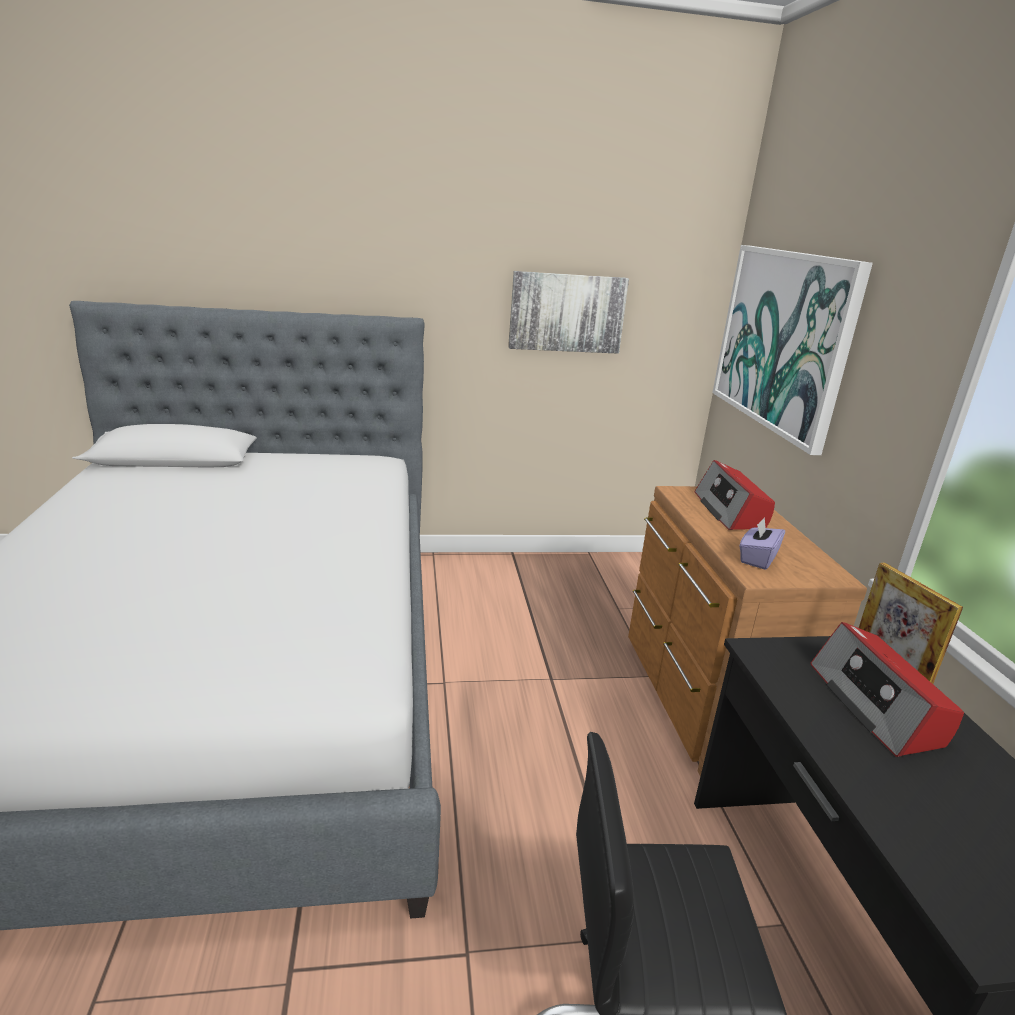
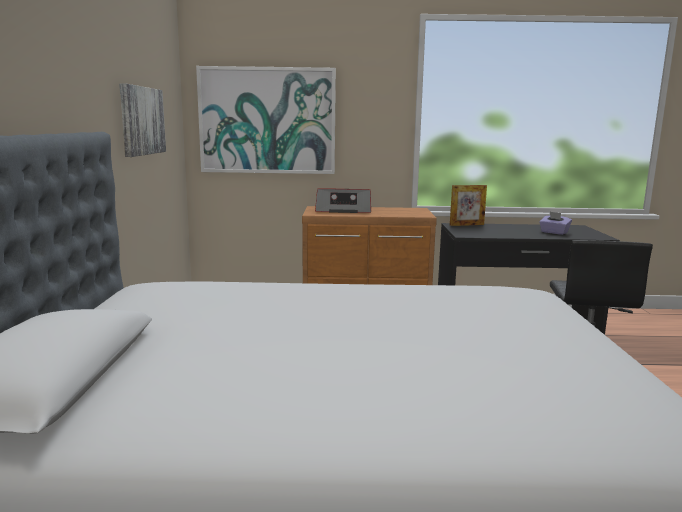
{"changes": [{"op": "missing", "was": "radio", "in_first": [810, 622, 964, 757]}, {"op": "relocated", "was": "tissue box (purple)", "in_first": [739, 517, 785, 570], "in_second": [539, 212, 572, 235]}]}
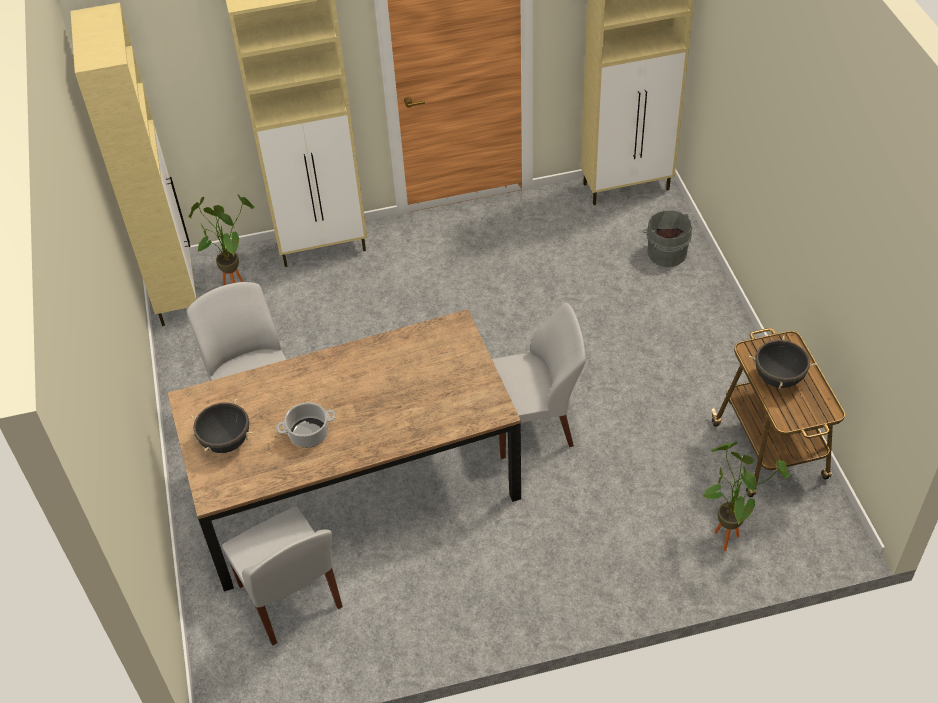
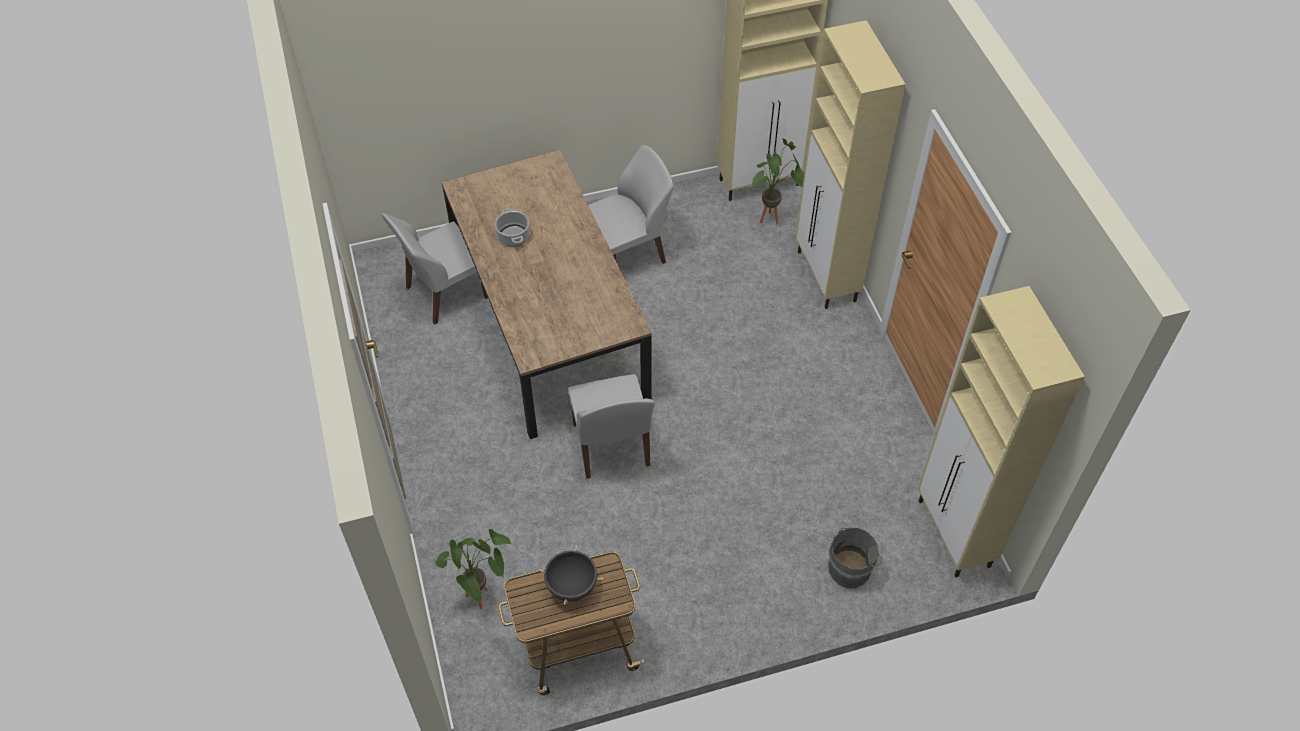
{"changes": [{"op": "missing", "was": "cooking pot (black)", "in_first": [190, 399, 252, 453]}]}
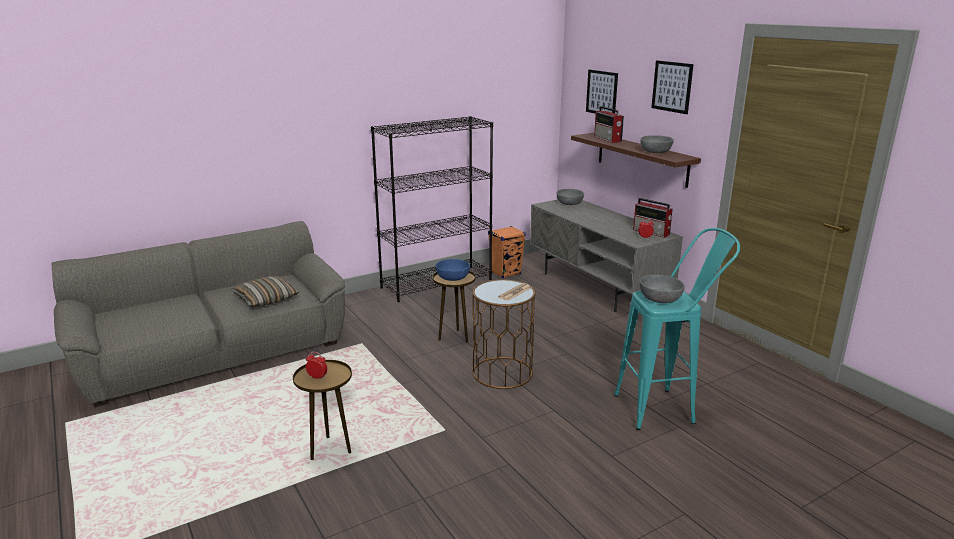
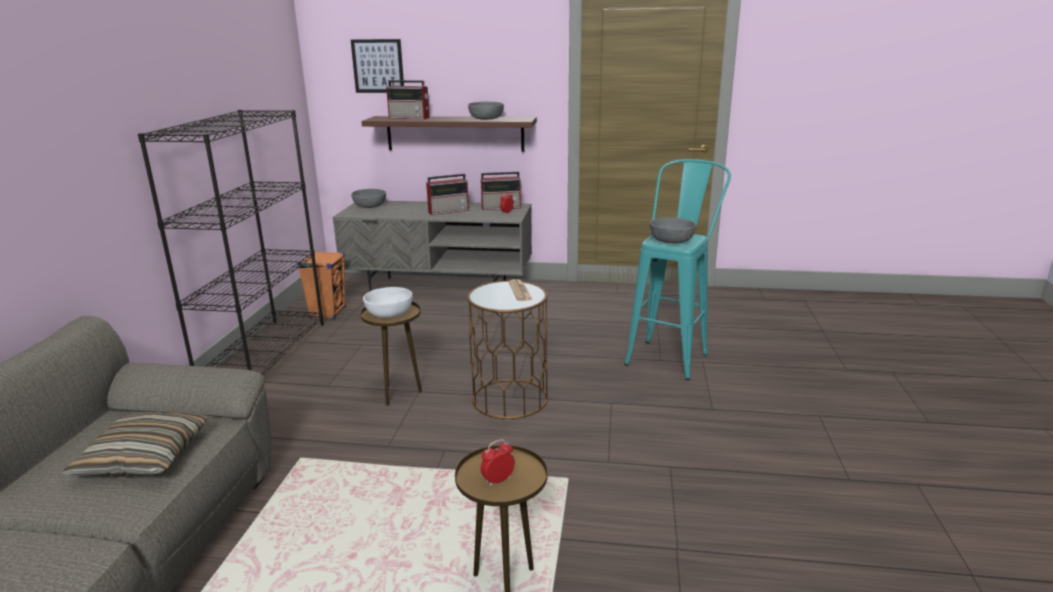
{"changes": [{"op": "missing", "was": "picture", "in_first": [651, 60, 694, 114]}, {"op": "appeared", "now": "radio", "in_second": [426, 174, 469, 215]}, {"op": "colour", "was": "bowl (blue)", "now": "bowl (white)", "in_first": [435, 259, 470, 281], "in_second": [363, 287, 413, 318]}]}
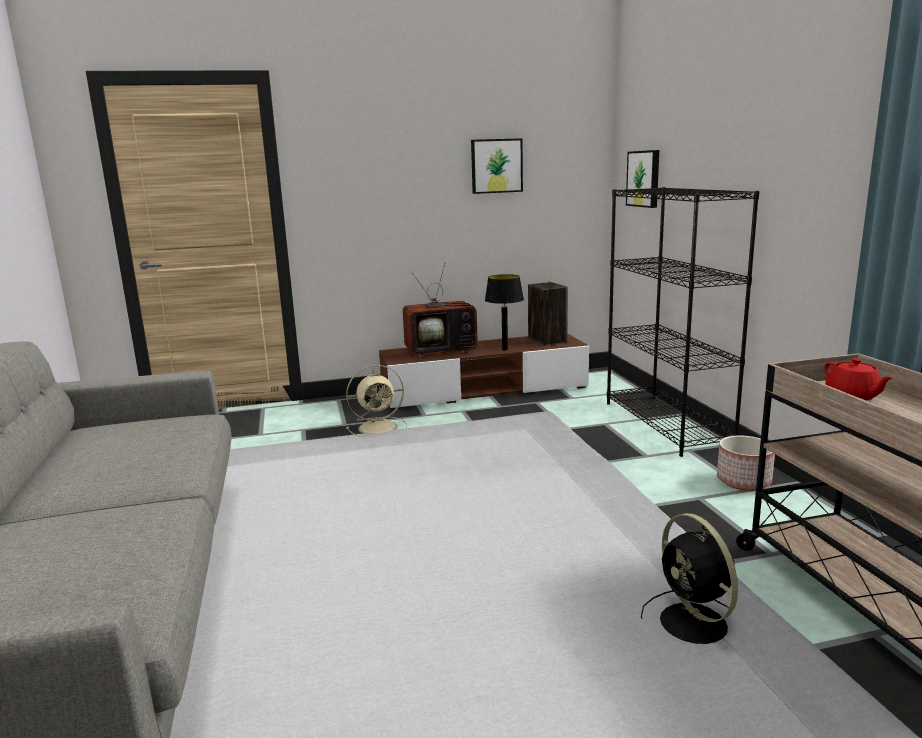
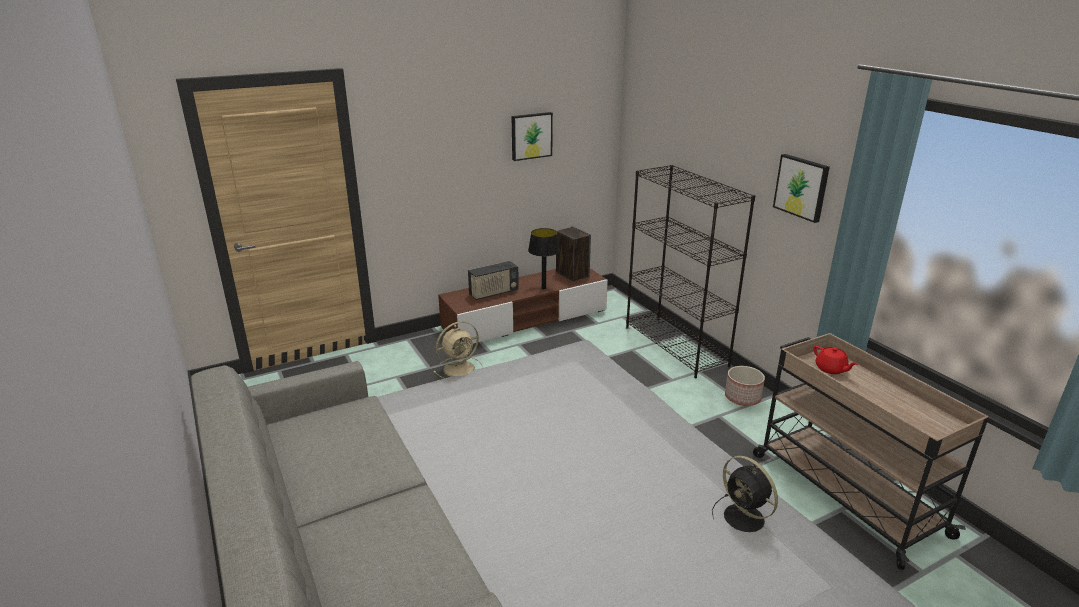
{"changes": [{"op": "relocated", "was": "picture", "in_first": [626, 150, 659, 208], "in_second": [773, 154, 830, 223]}, {"op": "exchanged", "was": "television", "now": "radio", "in_first": [403, 262, 483, 358], "in_second": [468, 261, 519, 300]}]}
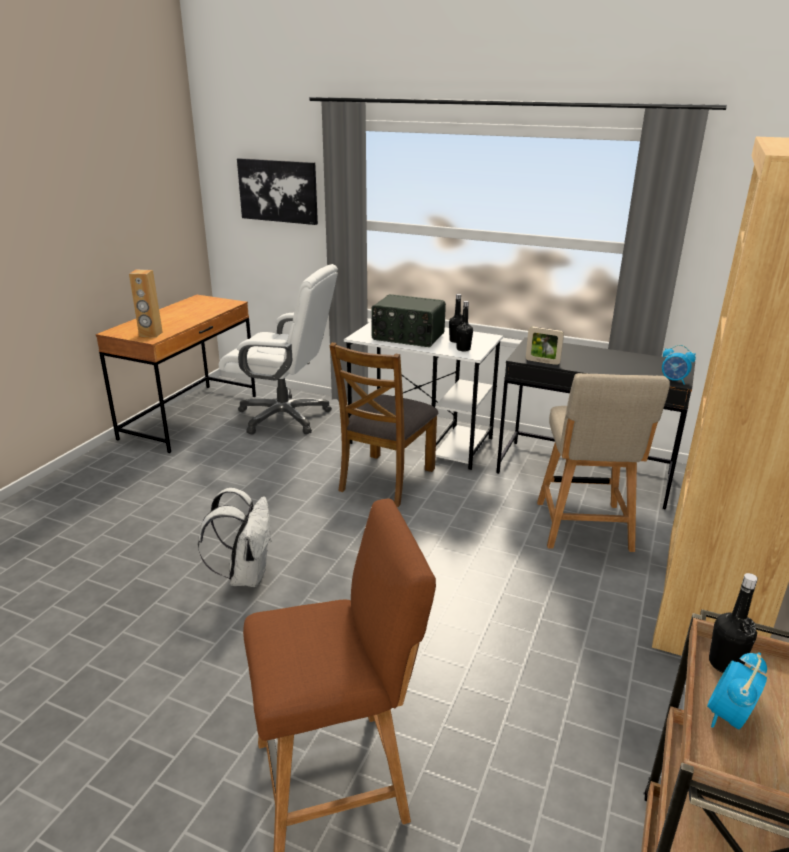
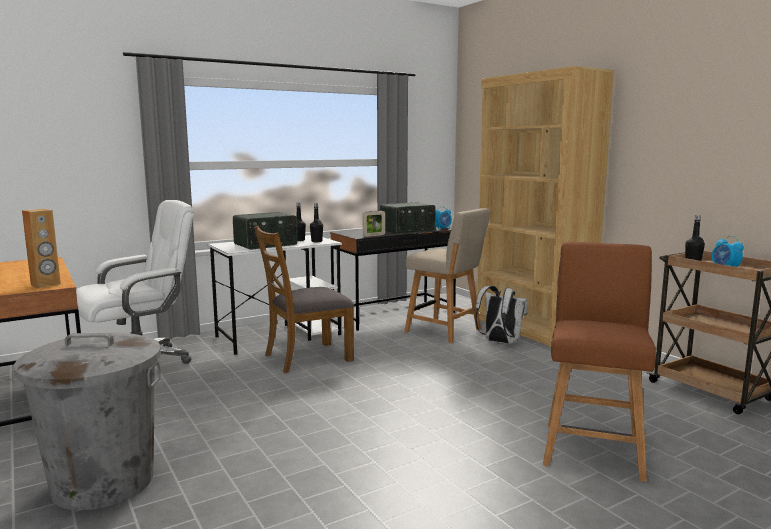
{"changes": [{"op": "missing", "was": "picture", "in_first": [237, 158, 318, 225]}, {"op": "appeared", "now": "trash can (grey)", "in_second": [14, 333, 161, 510]}, {"op": "appeared", "now": "radio", "in_second": [380, 202, 436, 234]}, {"op": "relocated", "was": "backpack (white)", "in_first": [198, 488, 272, 587], "in_second": [475, 285, 528, 344]}, {"op": "spun", "was": "chair (brown)", "in_first": [329, 342, 438, 507], "in_second": [254, 226, 354, 373], "clockwise": 90}]}
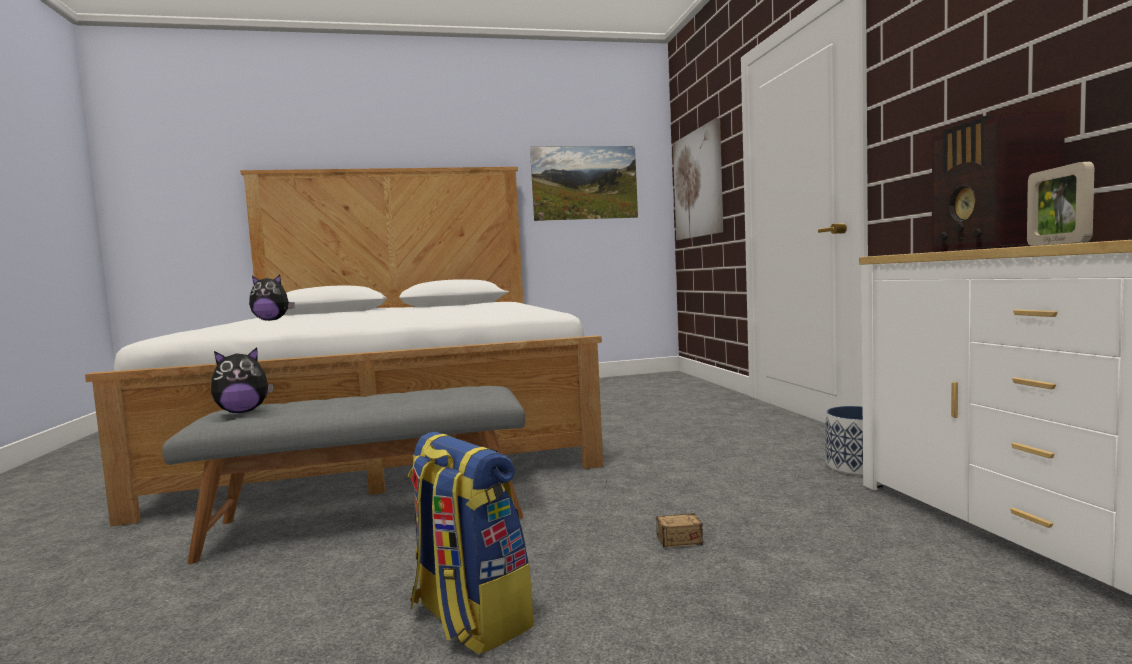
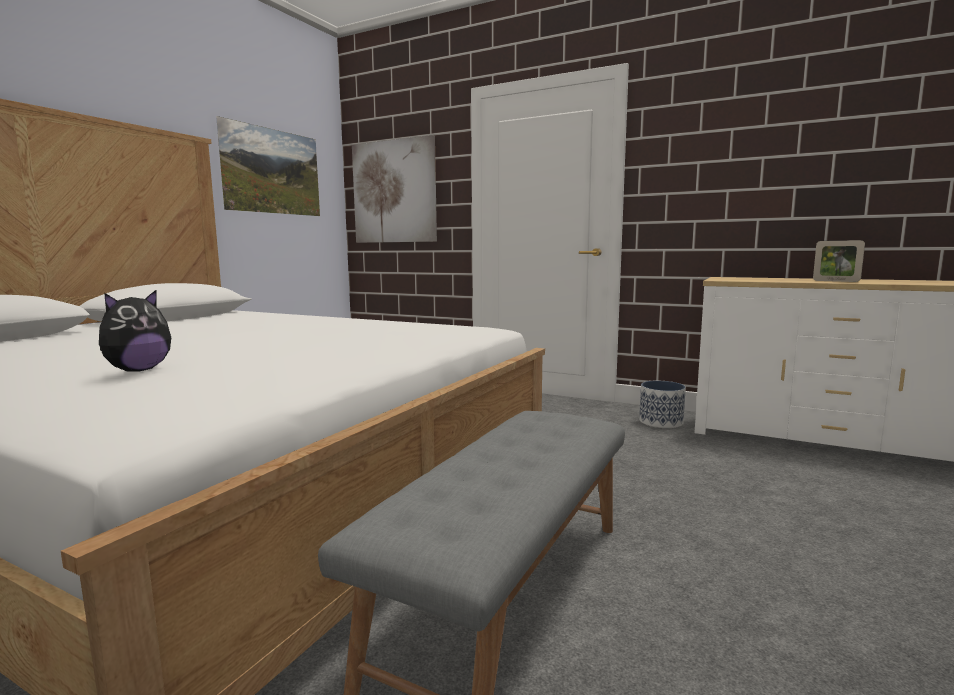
{"changes": [{"op": "missing", "was": "plush toy", "in_first": [211, 347, 273, 413]}, {"op": "missing", "was": "backpack", "in_first": [408, 432, 534, 654]}, {"op": "missing", "was": "storage box", "in_first": [606, 480, 703, 548]}, {"op": "missing", "was": "radio", "in_first": [932, 112, 1065, 252]}]}
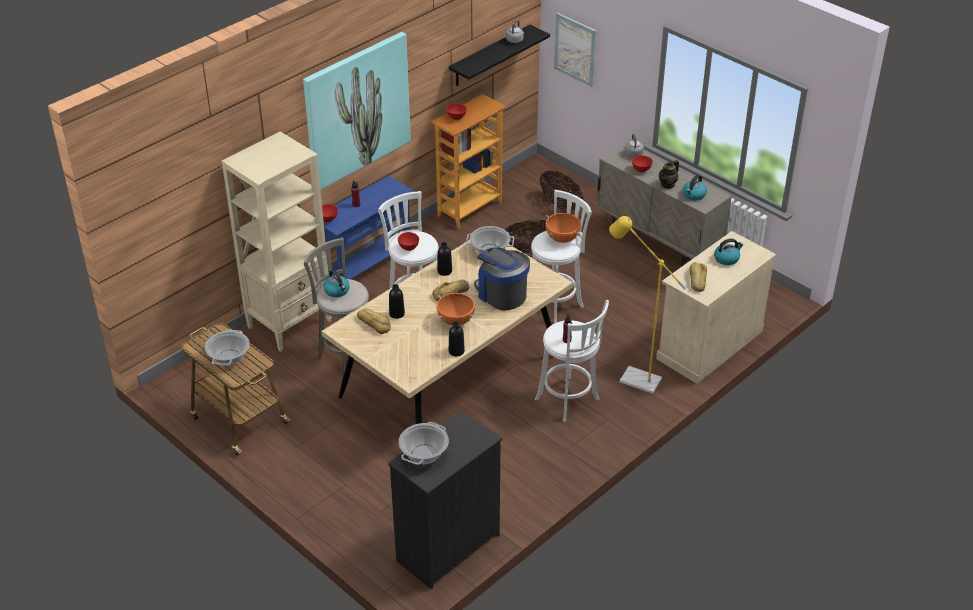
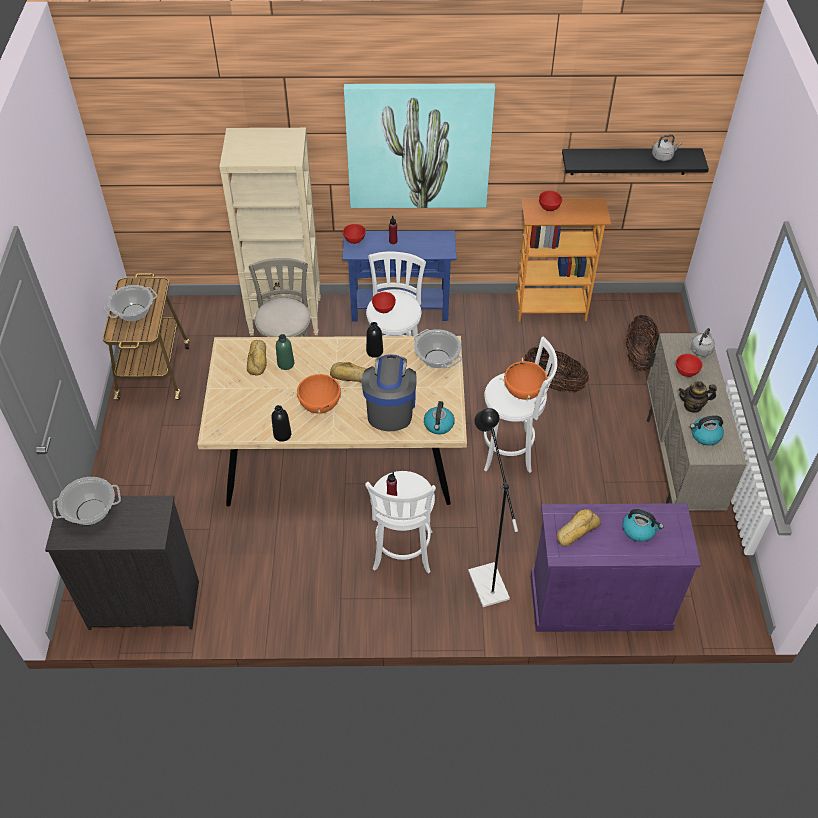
{"changes": [{"op": "missing", "was": "picture", "in_first": [554, 13, 597, 87]}, {"op": "relocated", "was": "kettle", "in_first": [323, 269, 350, 297], "in_second": [424, 401, 455, 434]}, {"op": "colour", "was": "bottle (black)", "now": "bottle (green)", "in_first": [389, 284, 405, 319], "in_second": [276, 334, 294, 370]}, {"op": "colour", "was": "floor lamp (yellow)", "now": "floor lamp (black)", "in_first": [609, 216, 686, 394], "in_second": [468, 408, 518, 607]}, {"op": "colour", "was": "cabinet (beige)", "now": "cabinet (purple)", "in_first": [656, 231, 776, 384], "in_second": [531, 503, 701, 632]}]}
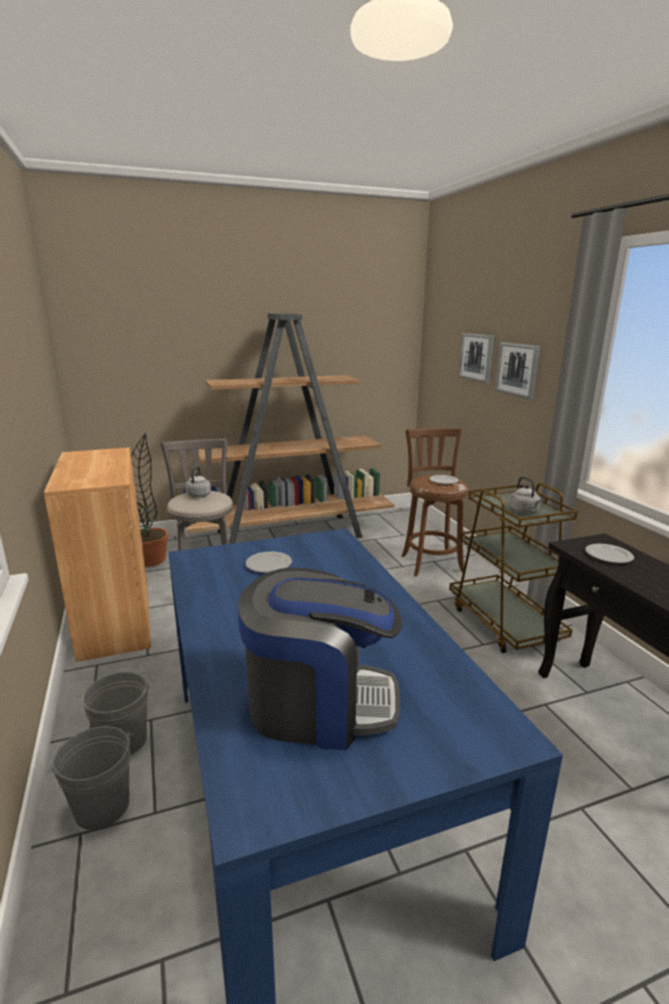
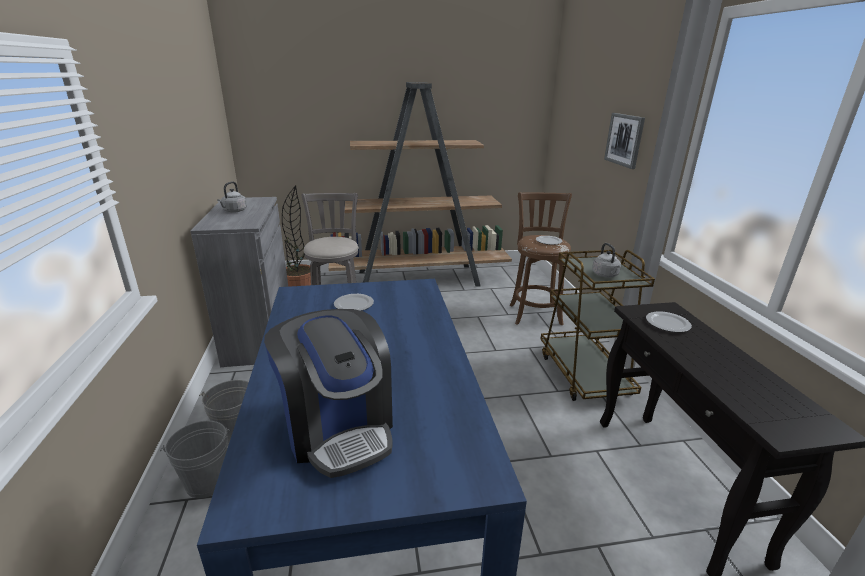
{"changes": [{"op": "missing", "was": "picture", "in_first": [458, 333, 494, 383]}, {"op": "relocated", "was": "kettle (grey)", "in_first": [185, 466, 211, 498], "in_second": [217, 181, 247, 213]}, {"op": "colour", "was": "cabinet (brown)", "now": "cabinet (grey)", "in_first": [44, 447, 151, 662], "in_second": [190, 197, 288, 367]}, {"op": "spun", "was": "coffee machine", "in_first": [238, 568, 402, 750], "in_second": [264, 309, 393, 478], "clockwise": 45}]}
